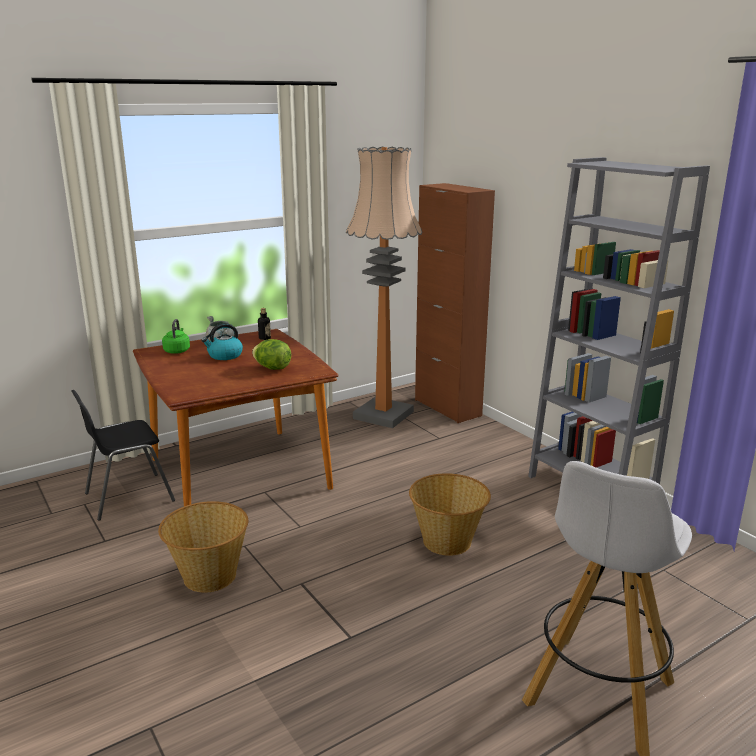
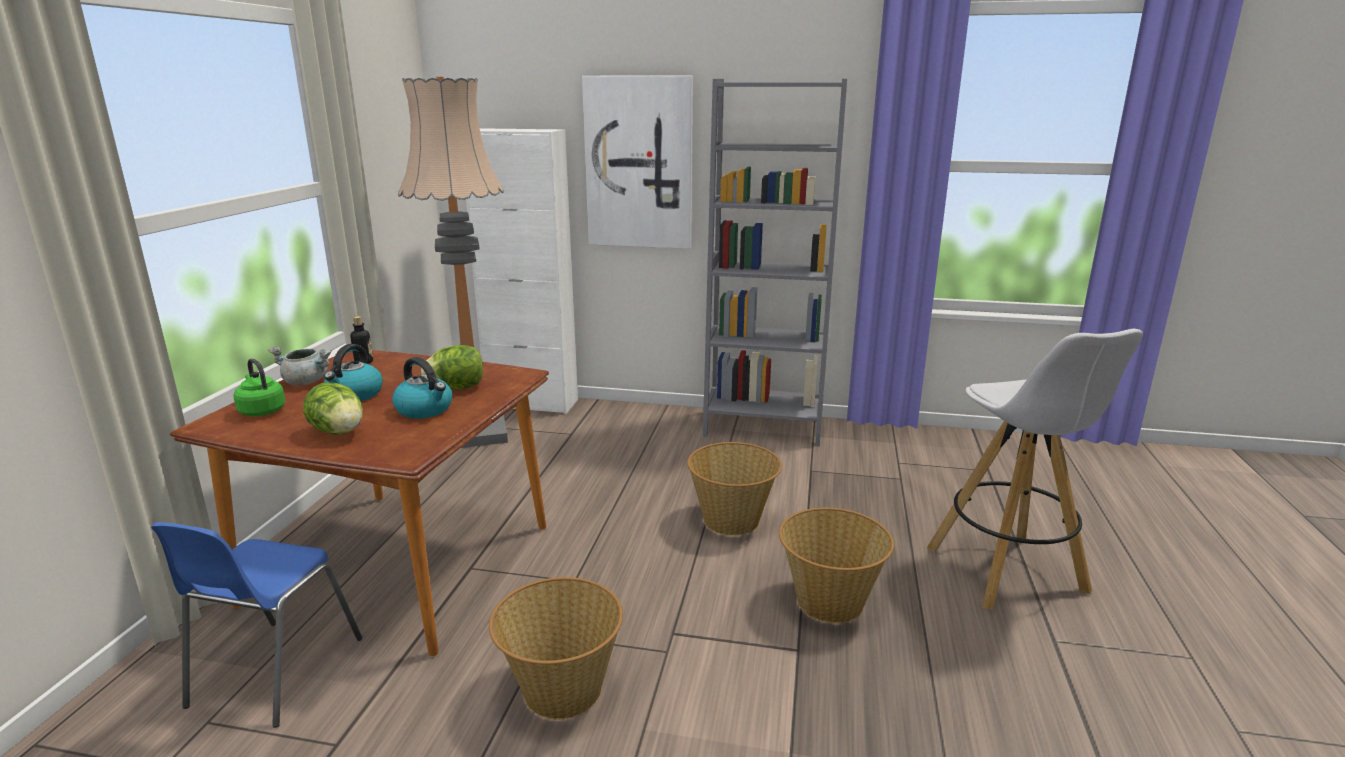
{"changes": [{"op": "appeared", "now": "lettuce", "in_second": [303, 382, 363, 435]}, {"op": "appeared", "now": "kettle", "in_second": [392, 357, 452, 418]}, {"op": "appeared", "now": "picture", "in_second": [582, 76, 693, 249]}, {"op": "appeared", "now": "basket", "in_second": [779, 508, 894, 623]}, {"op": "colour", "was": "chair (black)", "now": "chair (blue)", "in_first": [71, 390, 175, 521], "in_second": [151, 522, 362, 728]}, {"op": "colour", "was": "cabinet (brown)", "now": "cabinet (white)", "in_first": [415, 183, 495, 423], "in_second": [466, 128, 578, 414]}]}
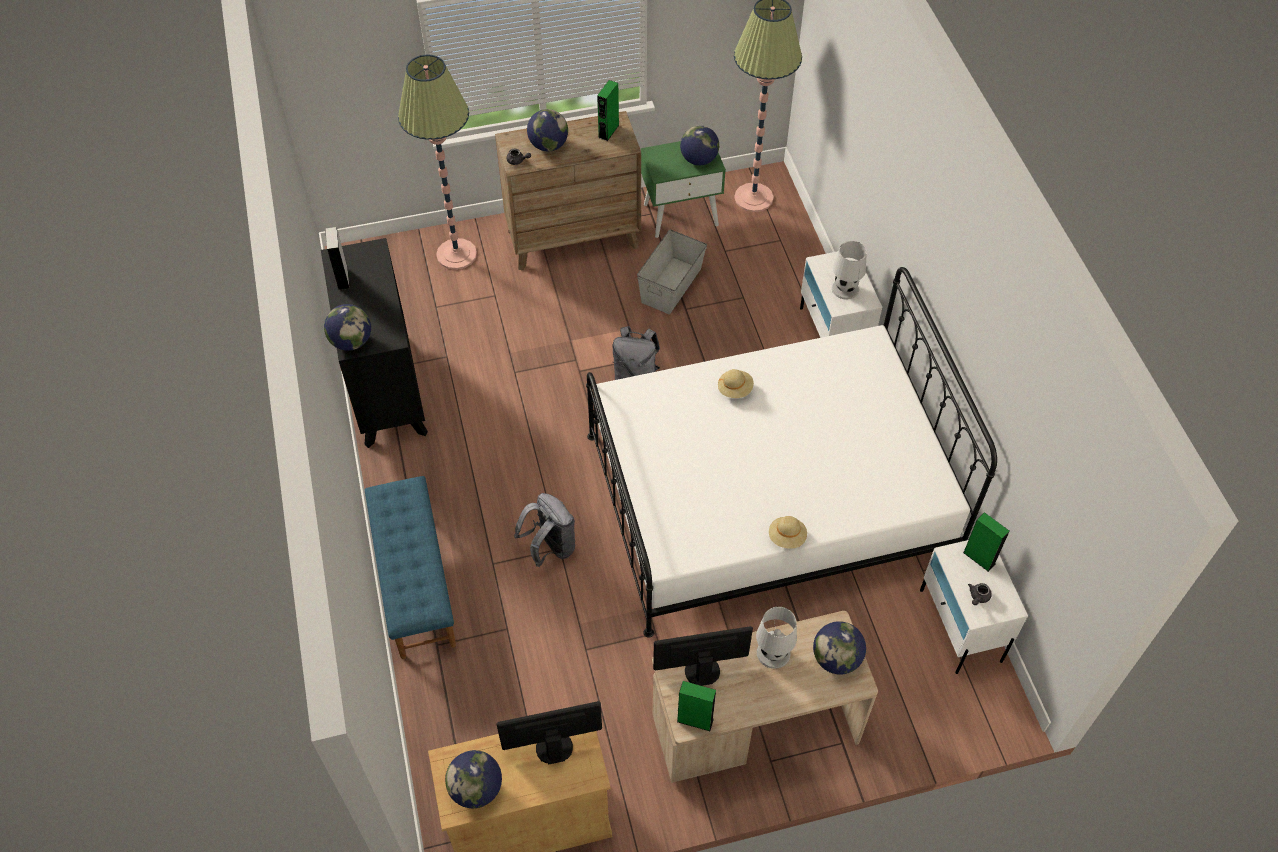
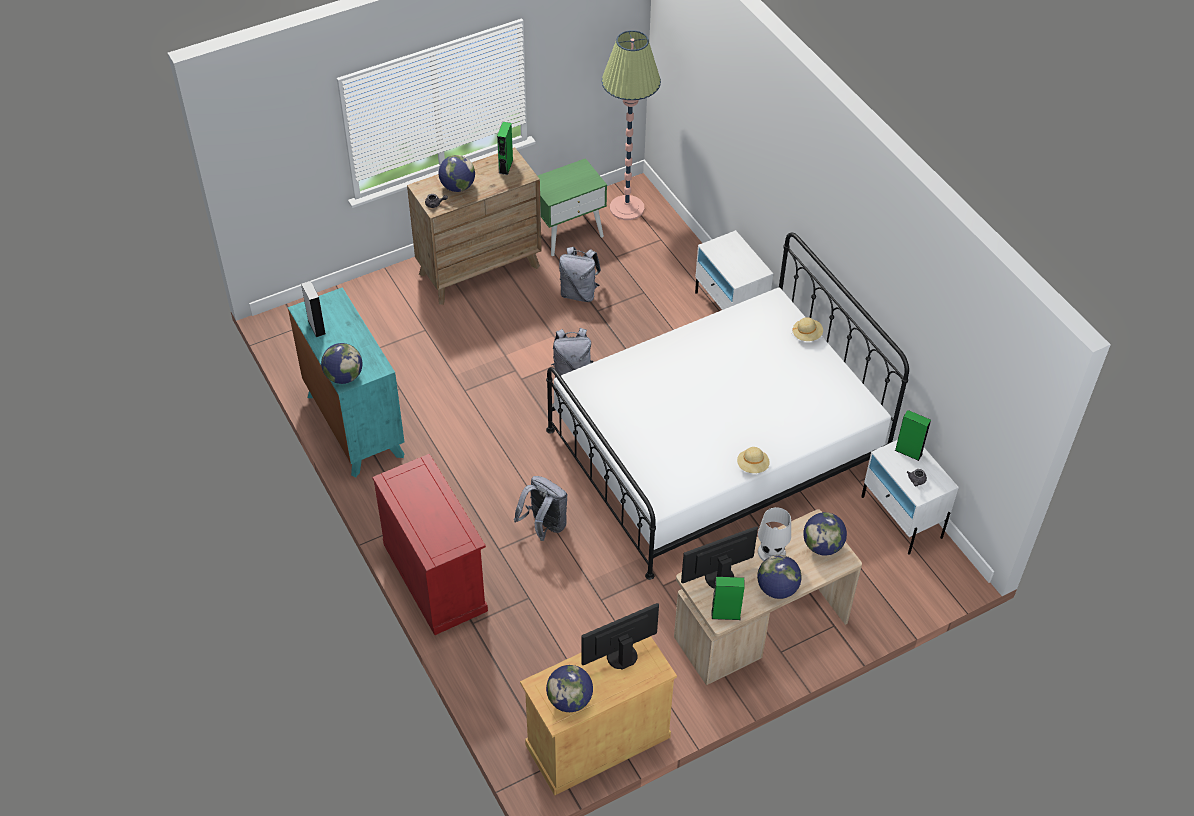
{"changes": [{"op": "missing", "was": "floor lamp", "in_first": [398, 55, 477, 270]}, {"op": "missing", "was": "table lamp (white)", "in_first": [832, 241, 867, 299]}, {"op": "relocated", "was": "globe", "in_first": [680, 125, 719, 165], "in_second": [757, 555, 802, 599]}, {"op": "relocated", "was": "hat (beige)", "in_first": [718, 369, 754, 398], "in_second": [792, 317, 823, 341]}, {"op": "exchanged", "was": "bench (blue)", "now": "cabinet (red)", "in_first": [365, 476, 456, 659], "in_second": [372, 454, 488, 635]}, {"op": "exchanged", "was": "storage box (grey)", "now": "backpack (grey)", "in_first": [637, 230, 707, 314], "in_second": [559, 247, 601, 302]}, {"op": "colour", "was": "dresser (black)", "now": "dresser (turquoise)", "in_first": [321, 238, 428, 448], "in_second": [288, 287, 404, 478]}]}
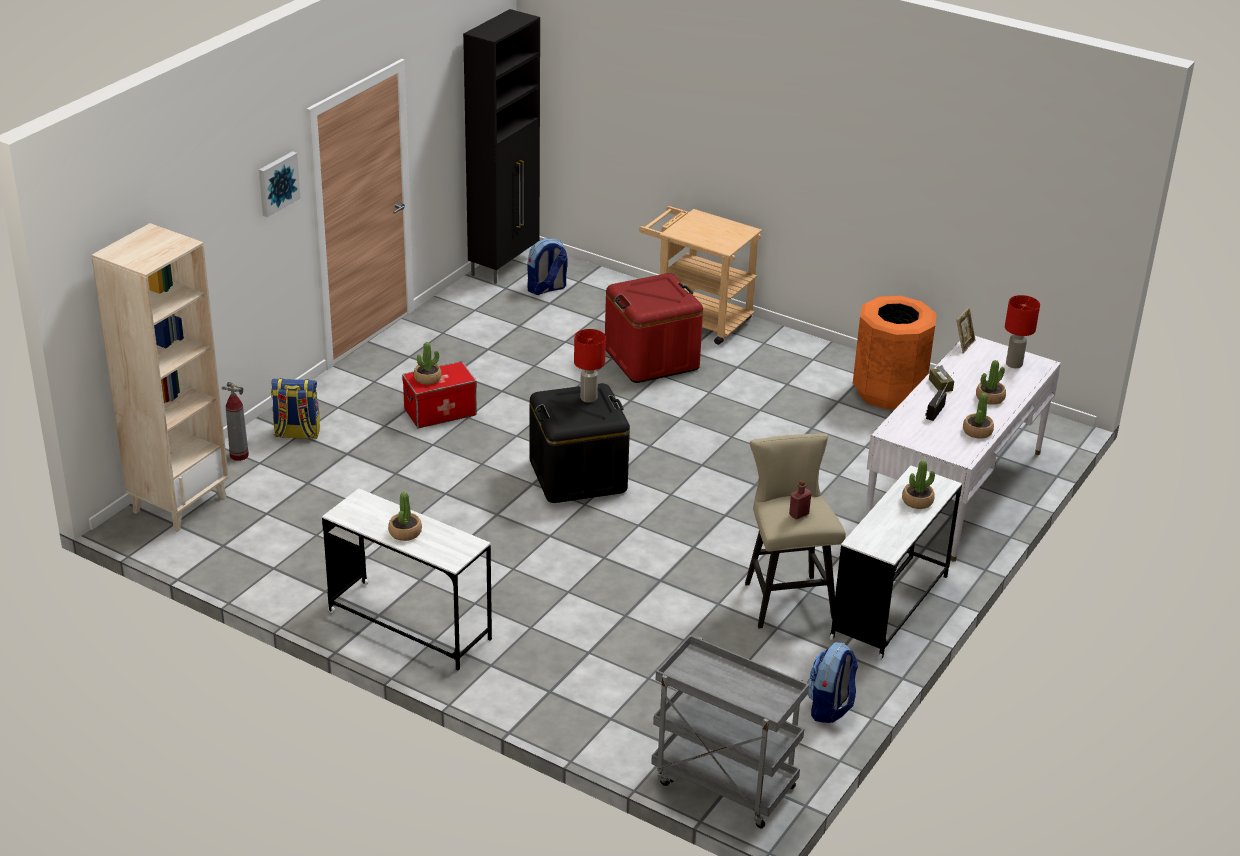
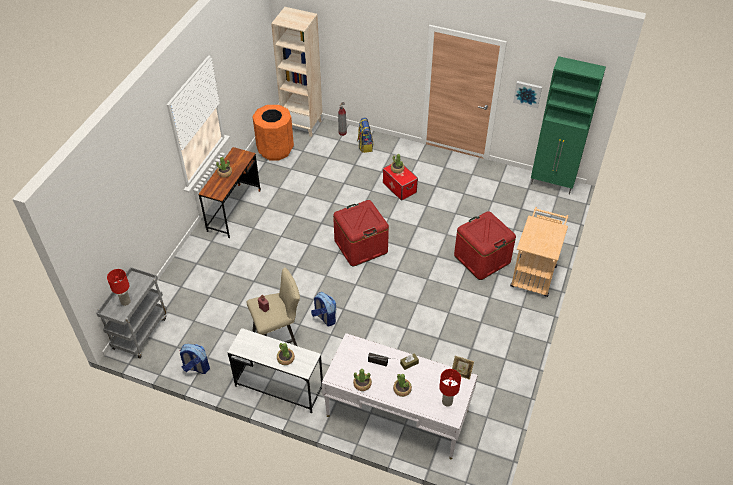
{"changes": [{"op": "relocated", "was": "picture", "in_first": [259, 151, 301, 217], "in_second": [513, 81, 542, 108]}, {"op": "relocated", "was": "backpack", "in_first": [527, 238, 568, 295], "in_second": [311, 292, 336, 326]}, {"op": "relocated", "was": "table lamp (red)", "in_first": [574, 329, 606, 403], "in_second": [107, 269, 131, 306]}, {"op": "relocated", "was": "trash can (orange)", "in_first": [853, 296, 936, 409], "in_second": [252, 105, 294, 160]}, {"op": "colour", "was": "desk (white)", "now": "desk (brown)", "in_first": [322, 488, 492, 670], "in_second": [199, 147, 261, 238]}, {"op": "colour", "was": "cabinet (black)", "now": "cabinet (green)", "in_first": [463, 9, 540, 284], "in_second": [531, 56, 606, 194]}, {"op": "colour", "was": "storage box (black)", "now": "storage box (red)", "in_first": [530, 383, 630, 503], "in_second": [333, 200, 389, 266]}]}
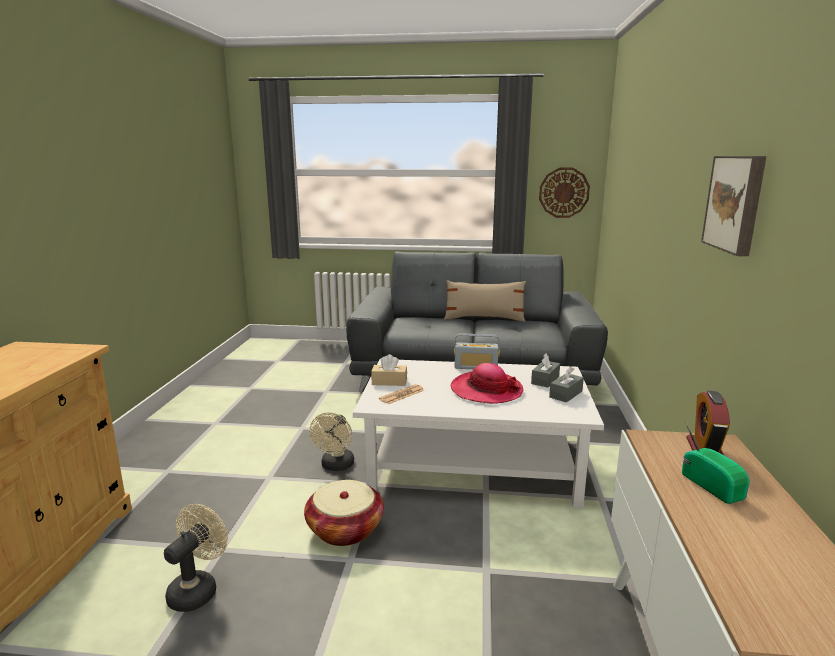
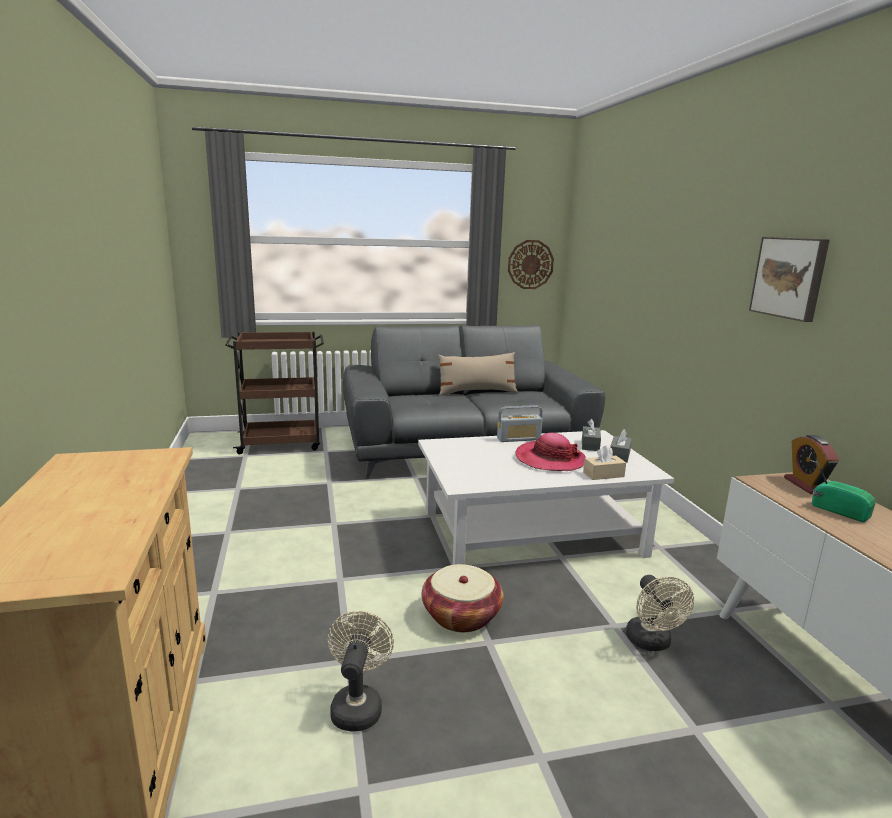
{"changes": [{"op": "missing", "was": "newspaper", "in_first": [379, 384, 424, 404]}, {"op": "appeared", "now": "cart (brown)", "in_second": [225, 332, 324, 454]}, {"op": "relocated", "was": "fan (beige)", "in_first": [309, 412, 354, 471], "in_second": [626, 575, 694, 651]}, {"op": "relocated", "was": "tissue box (beige)", "in_first": [371, 354, 407, 386], "in_second": [583, 445, 626, 480]}]}
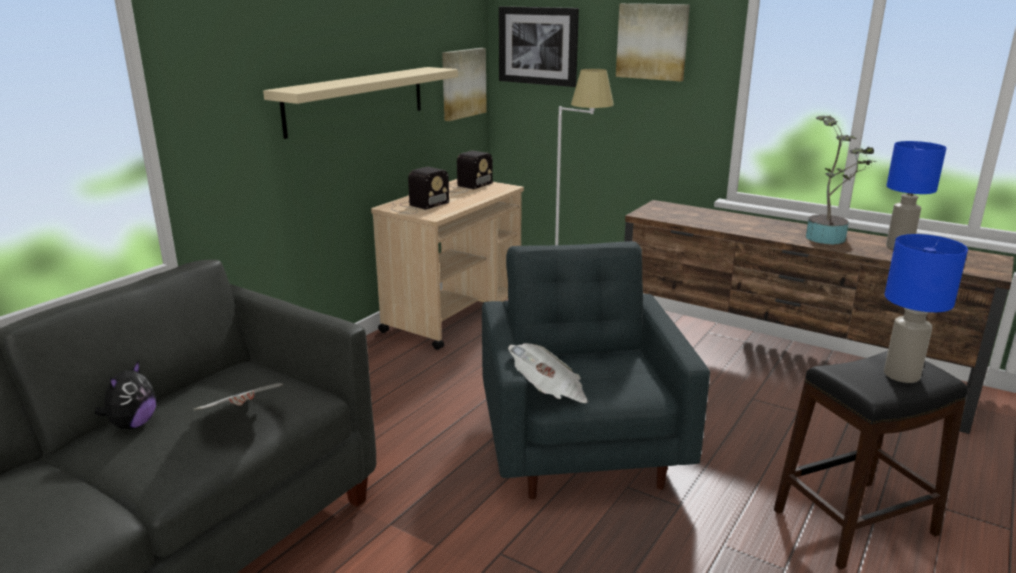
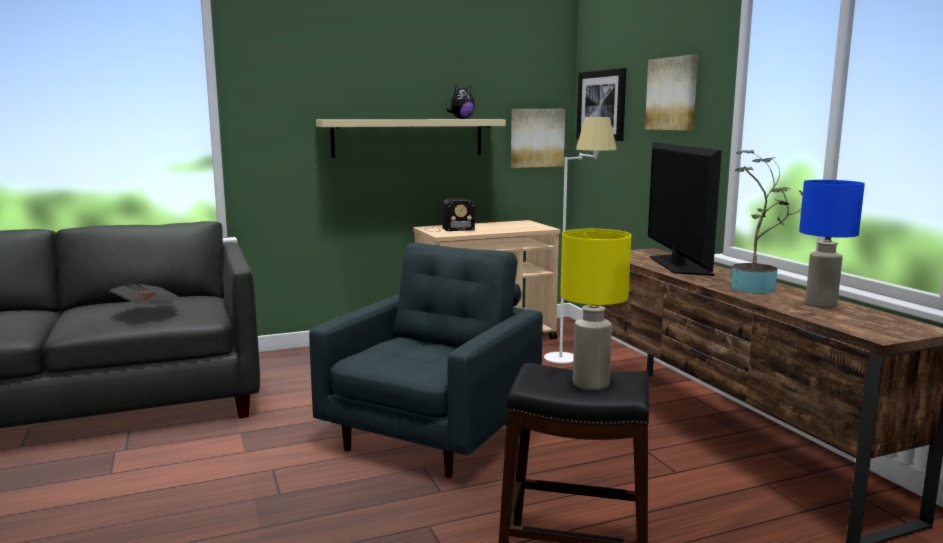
{"changes": [{"op": "missing", "was": "radio", "in_first": [449, 151, 493, 193]}, {"op": "missing", "was": "newspaper", "in_first": [508, 343, 587, 403]}, {"op": "appeared", "now": "television", "in_second": [648, 142, 722, 276]}, {"op": "relocated", "was": "plush toy", "in_first": [95, 360, 156, 429], "in_second": [447, 85, 475, 119]}, {"op": "colour", "was": "table lamp (blue)", "now": "table lamp (yellow)", "in_first": [884, 234, 968, 383], "in_second": [560, 229, 631, 390]}]}
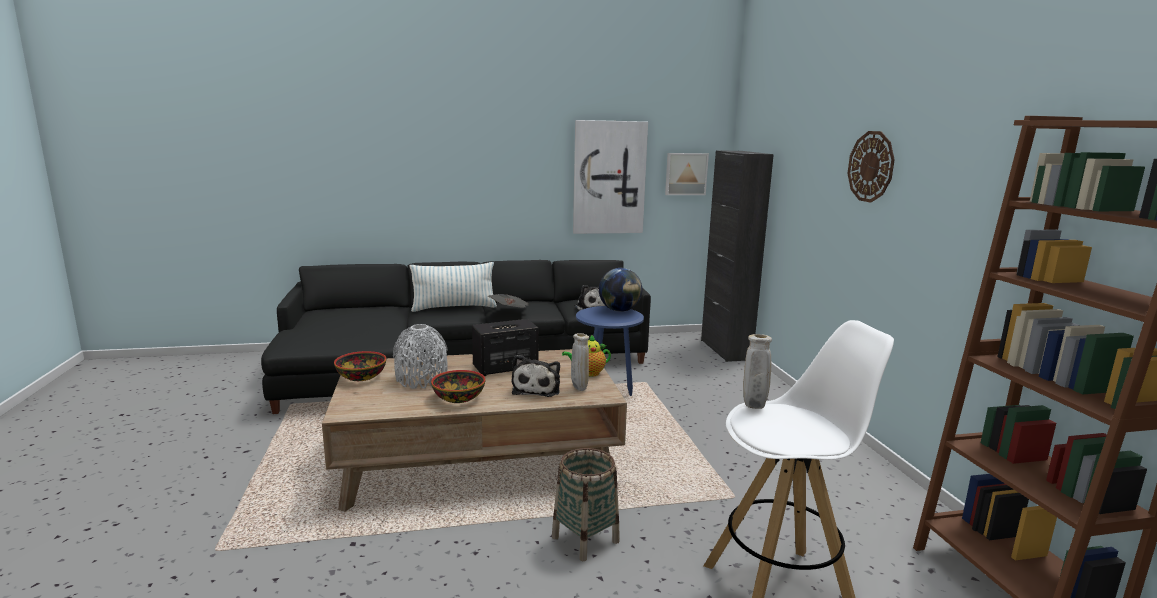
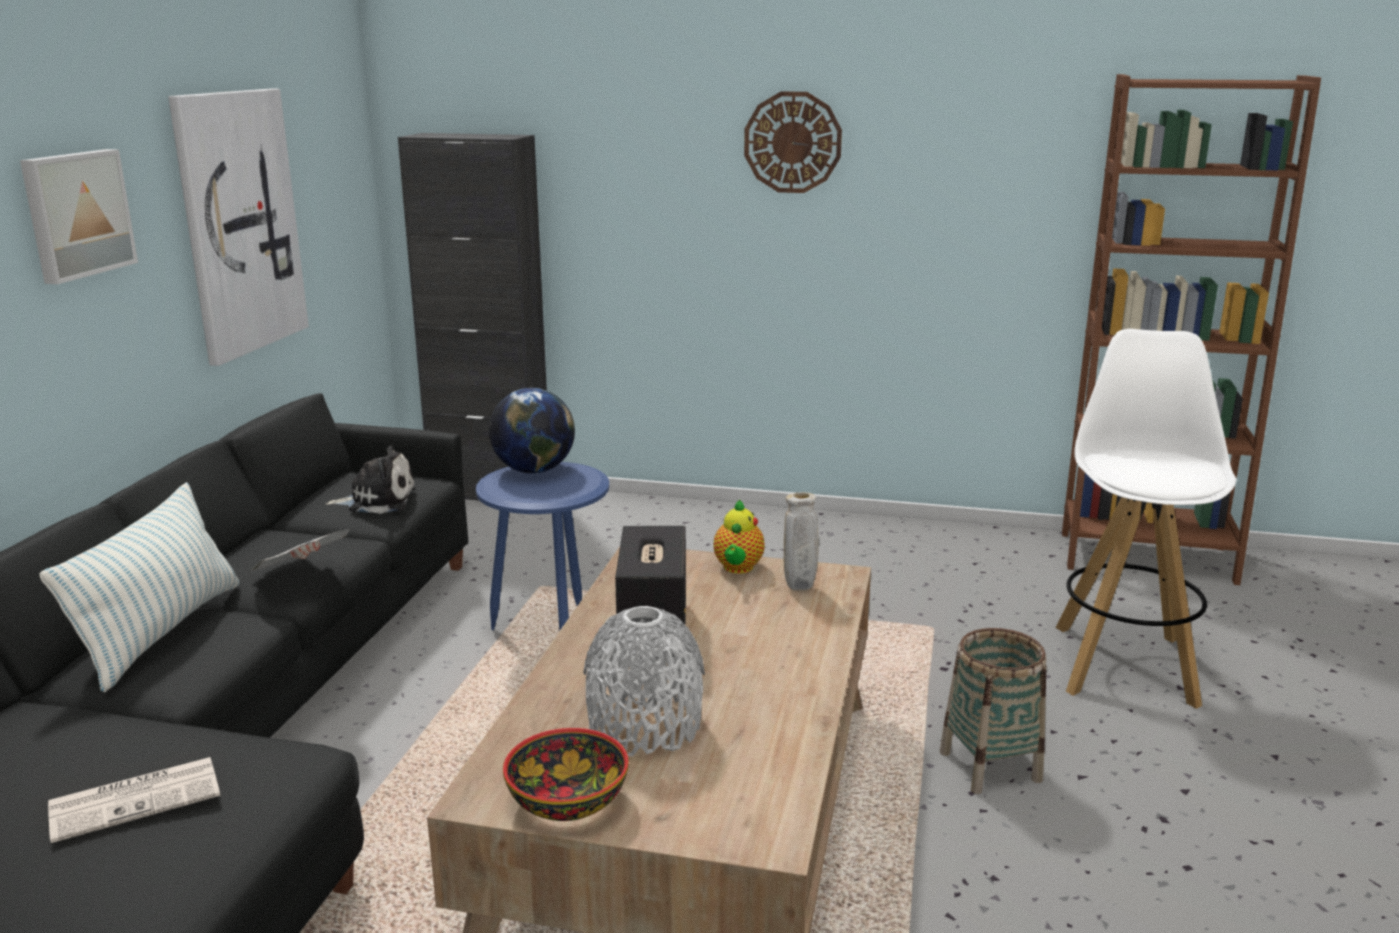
{"changes": [{"op": "missing", "was": "bowl", "in_first": [431, 370, 485, 403]}, {"op": "missing", "was": "plush toy", "in_first": [512, 355, 560, 397]}, {"op": "missing", "was": "vase (beige)", "in_first": [743, 334, 772, 409]}, {"op": "appeared", "now": "newspaper", "in_second": [48, 757, 220, 843]}, {"op": "relocated", "was": "picture", "in_first": [665, 153, 709, 195], "in_second": [20, 149, 138, 284]}]}
